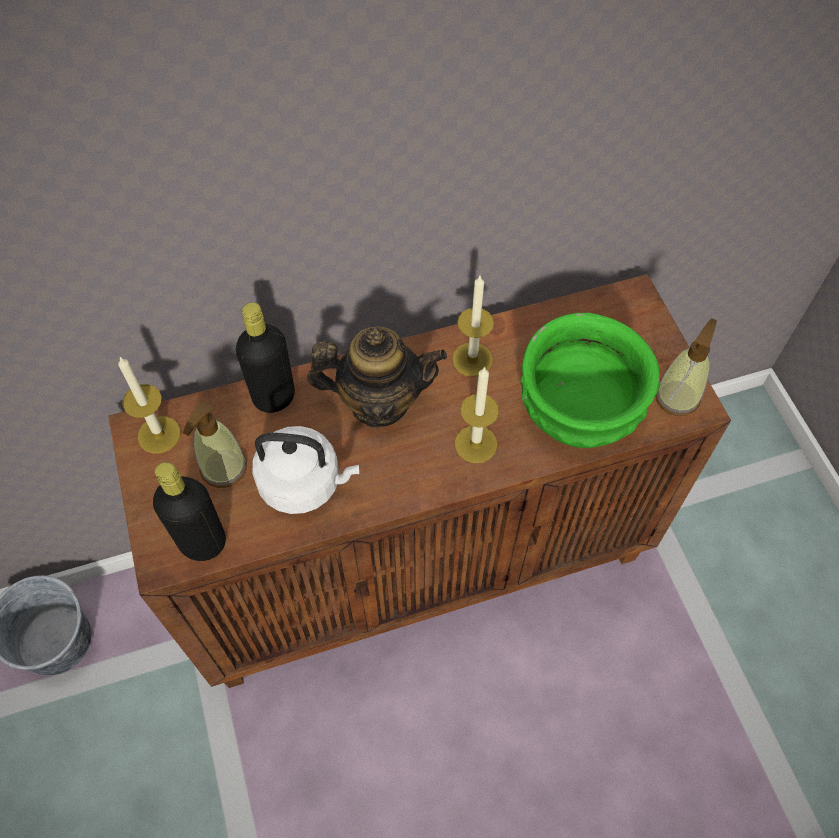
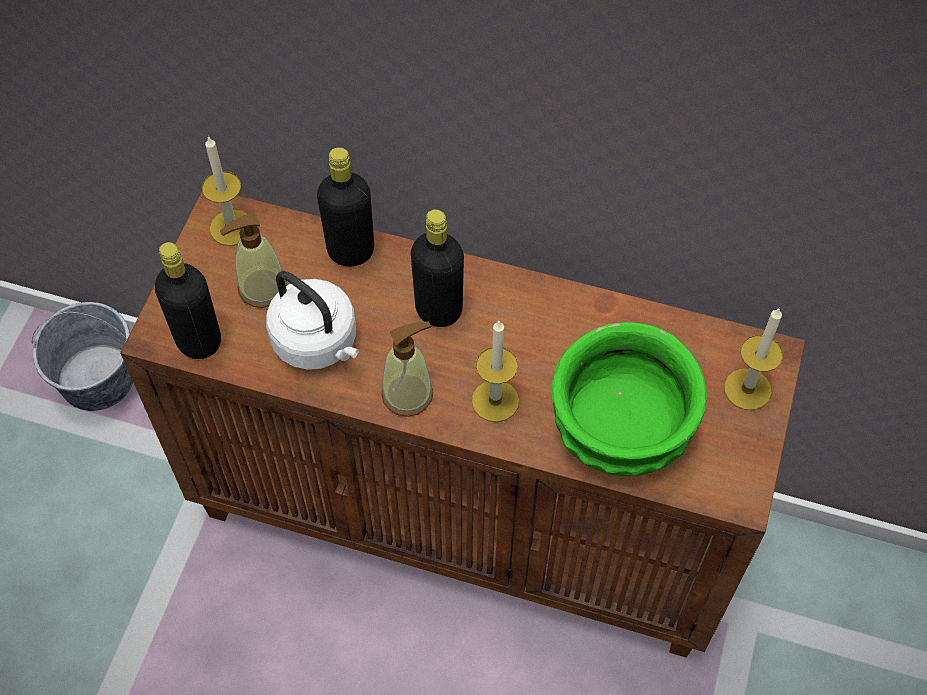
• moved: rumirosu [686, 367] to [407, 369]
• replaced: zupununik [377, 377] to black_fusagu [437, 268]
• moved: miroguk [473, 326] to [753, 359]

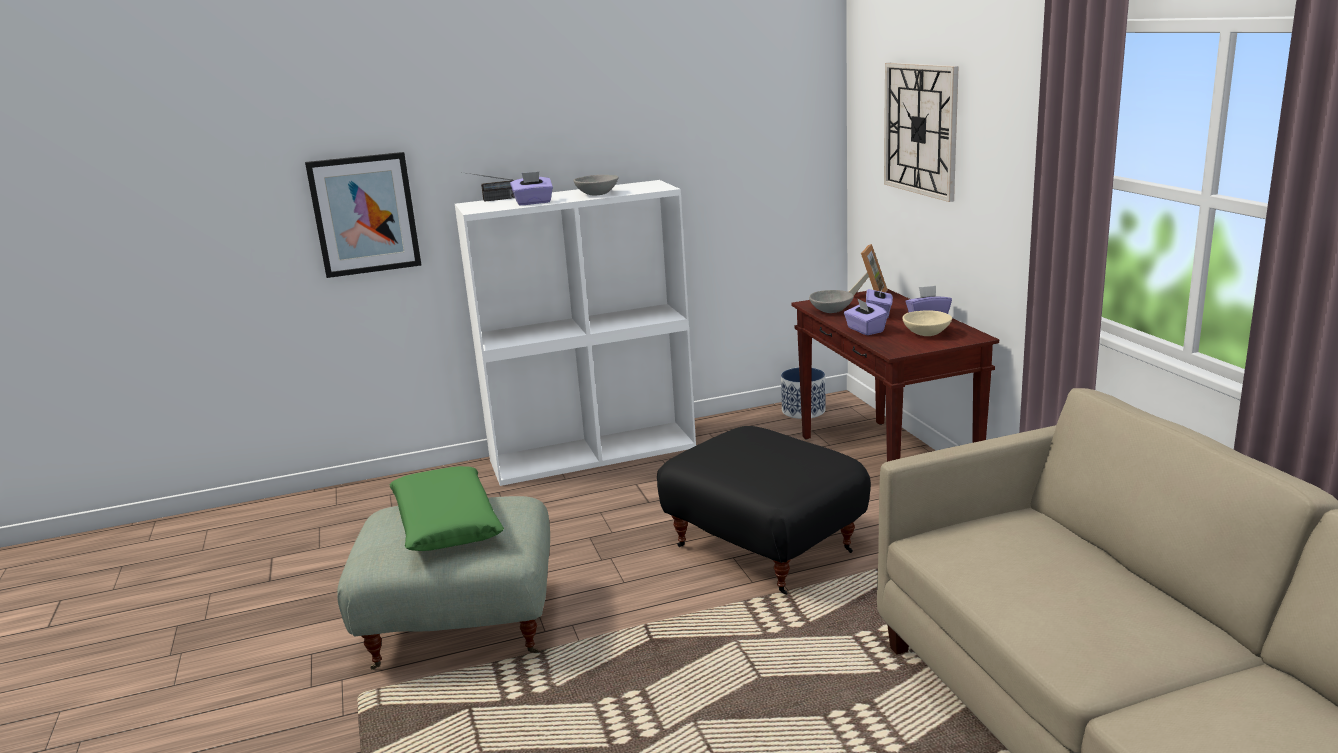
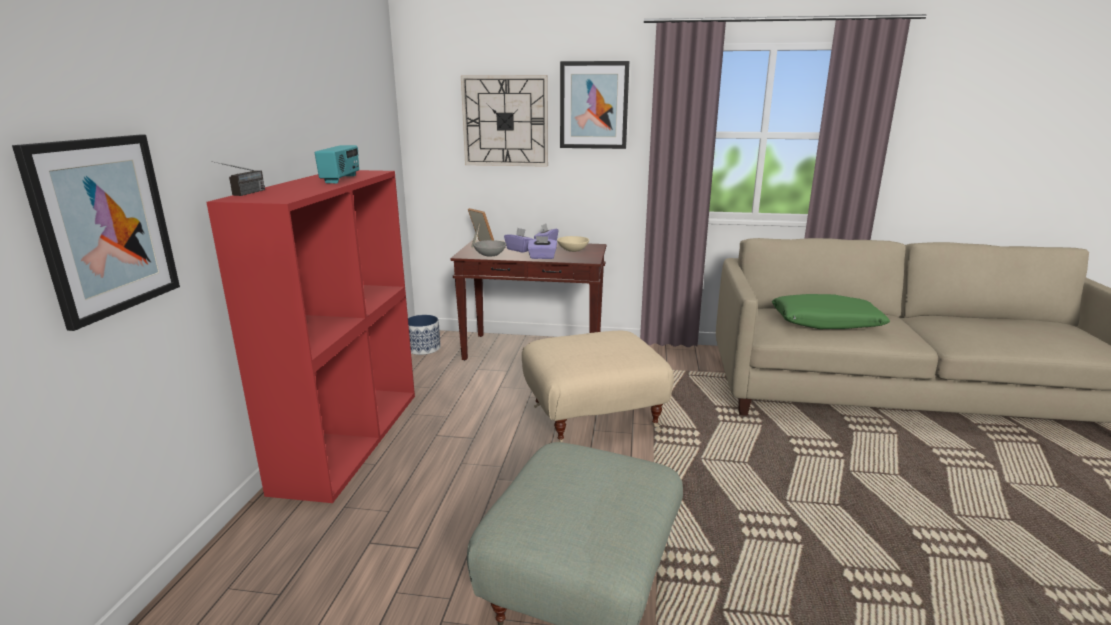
• recoloured: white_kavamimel [575, 333] to red_kavamimel [310, 336]
• replaced: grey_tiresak [595, 185] to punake [337, 164]
• recoloured: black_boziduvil [764, 510] to beige_boziduvil [598, 386]
• added: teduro [594, 105]
• moved: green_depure [447, 508] to [831, 311]
• removed: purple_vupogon [531, 188]

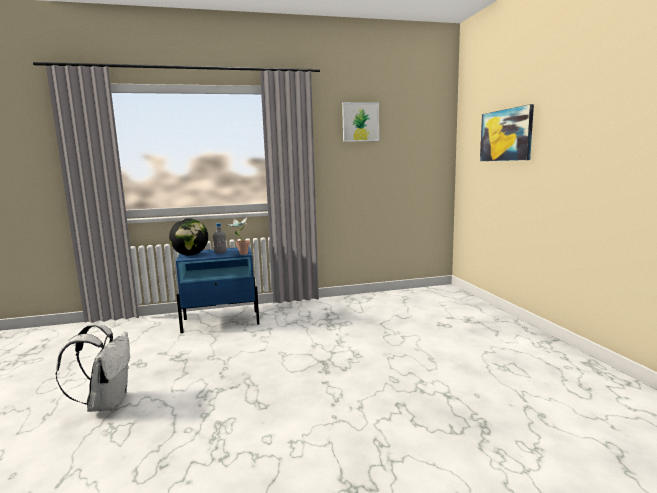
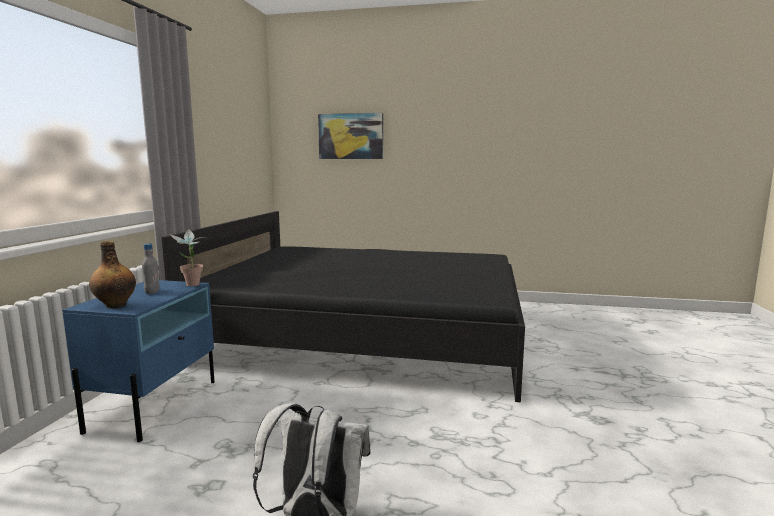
• replaced: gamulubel [188, 237] to fusagu [112, 274]
• added: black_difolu [343, 307]
• removed: teduro [360, 122]

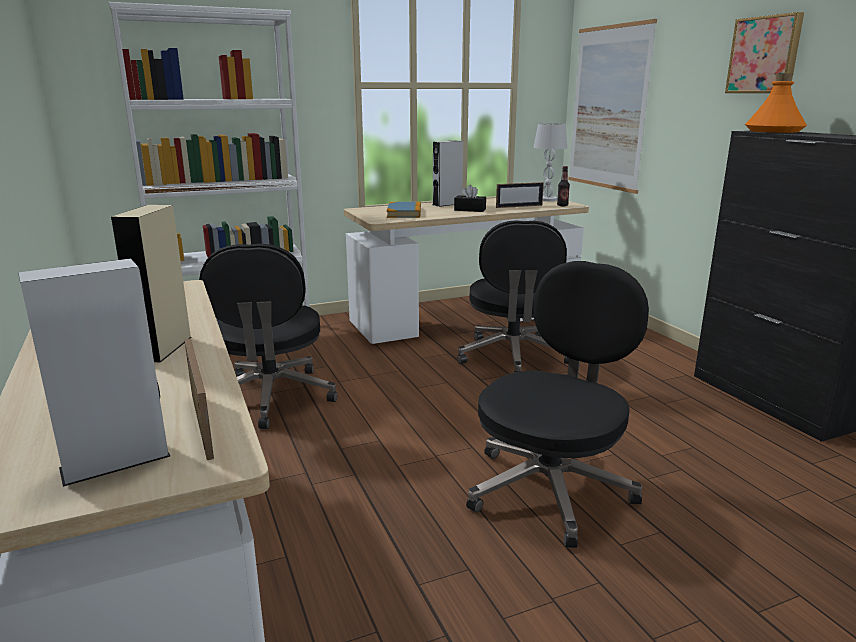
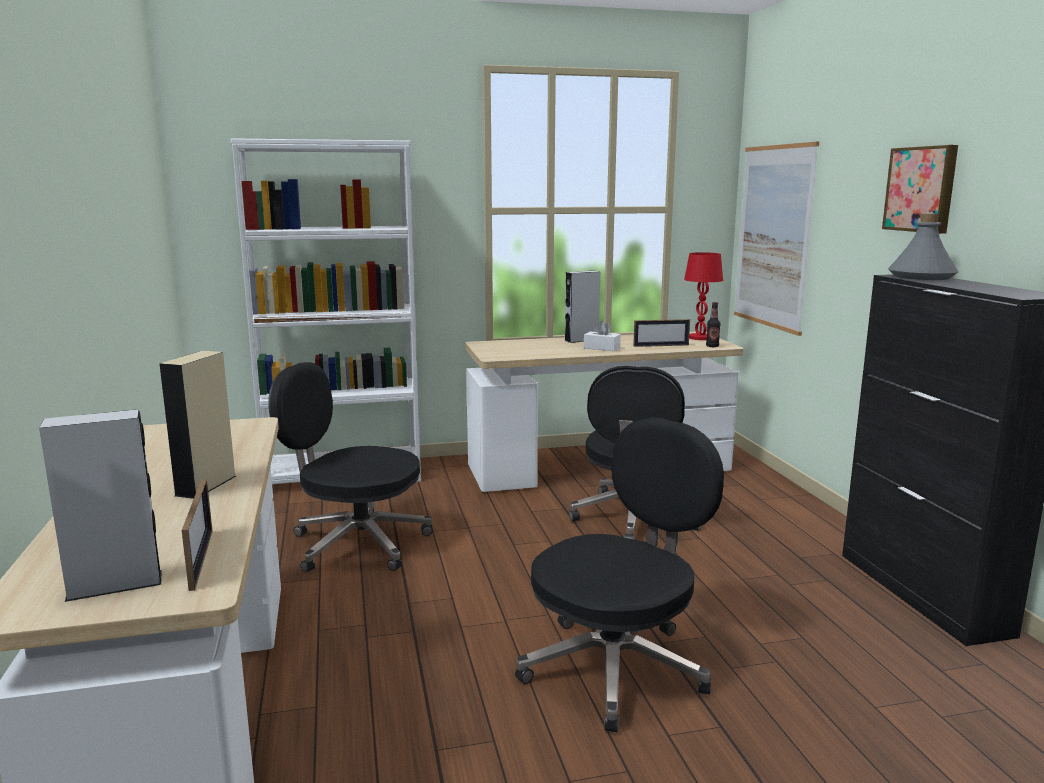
• turned: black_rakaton [268, 336] = [350, 467] 105 degrees clockwise
• recoloured: black_vupogon [470, 198] to white_vupogon [602, 336]
• recoloured: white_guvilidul [550, 162] to red_guvilidul [703, 296]
• recoloured: orange_fusagu [776, 103] to grey_fusagu [923, 246]
• removed: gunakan [404, 209]

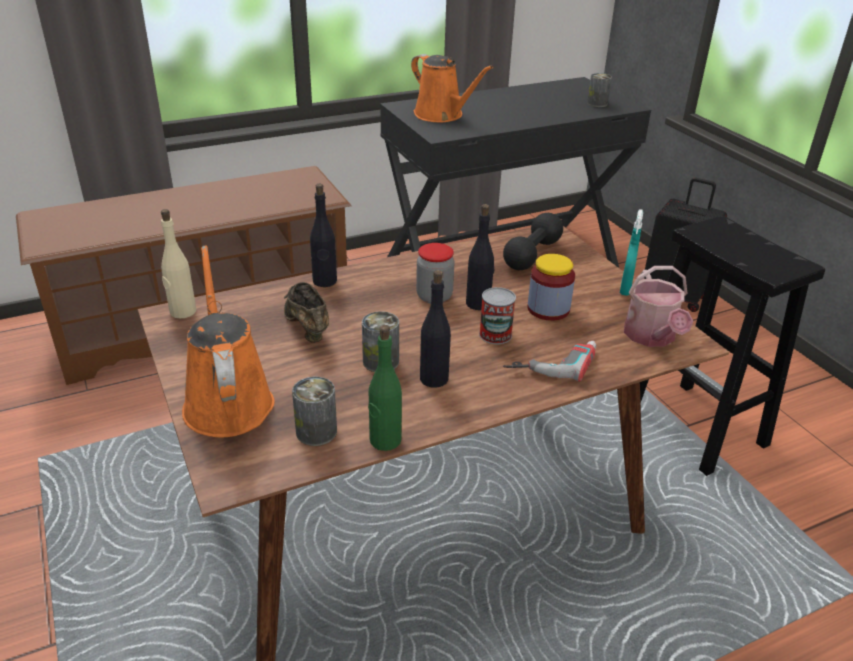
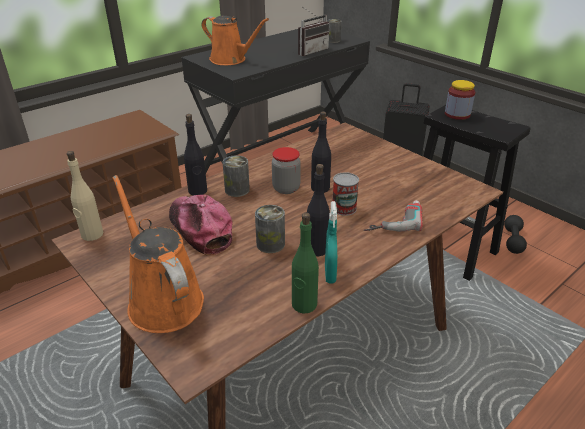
• replaced: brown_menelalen [306, 312] to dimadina [201, 225]
• moved: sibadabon [314, 411] to [236, 176]
• added: punake [314, 31]
• moved: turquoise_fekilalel [631, 252] to [331, 242]
• moved: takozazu [551, 287] to [460, 100]
• moved: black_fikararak [533, 241] to [515, 234]
• removed: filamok [658, 306]

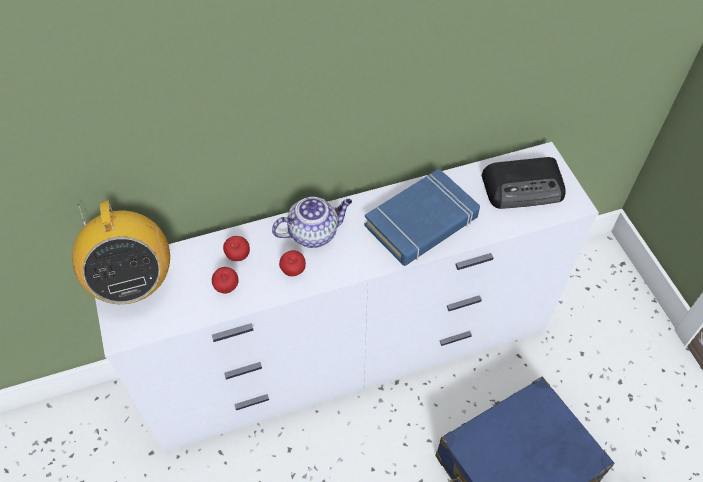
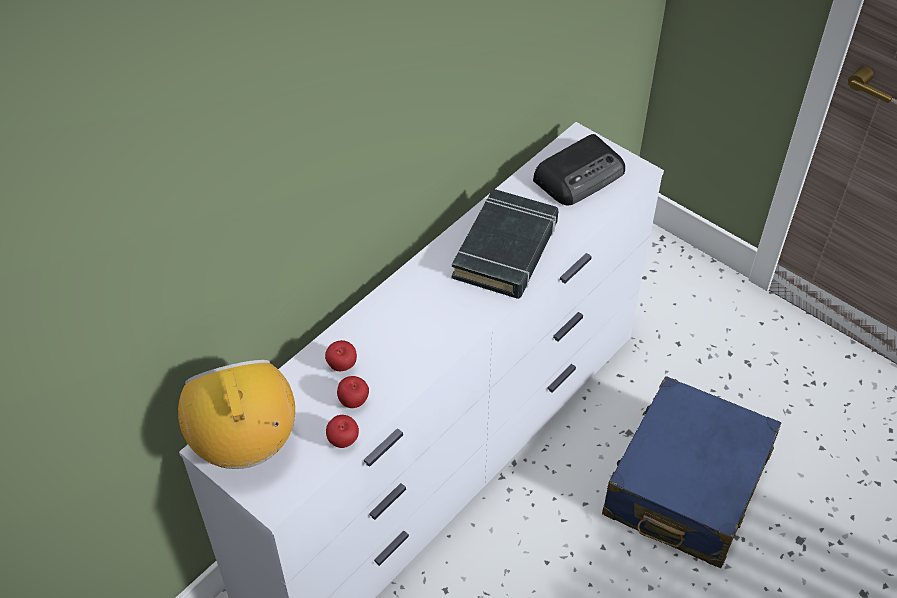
• turned: punake [121, 252] = [236, 414] 150 degrees counterclockwise
• moved: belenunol [292, 263] to [342, 431]
• recoloured: blue_gunakan [422, 217] to black_gunakan [505, 244]
• removed: zupununik [312, 222]

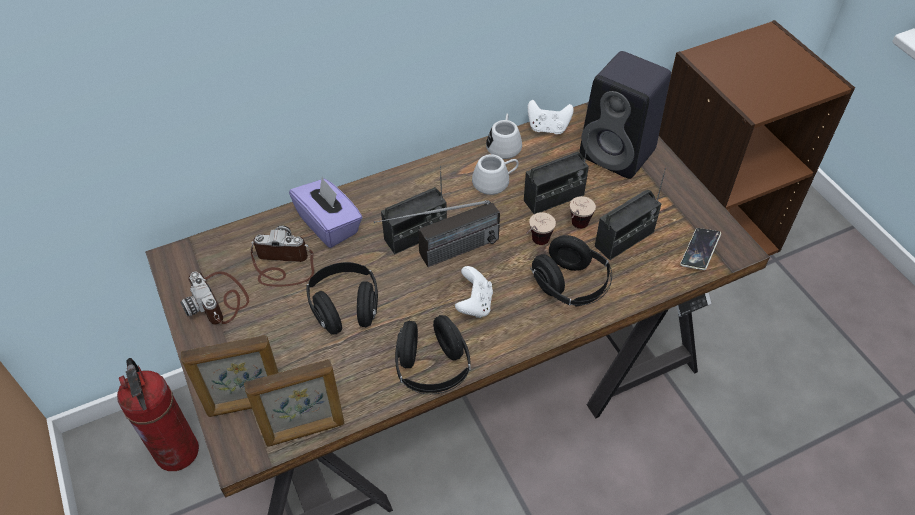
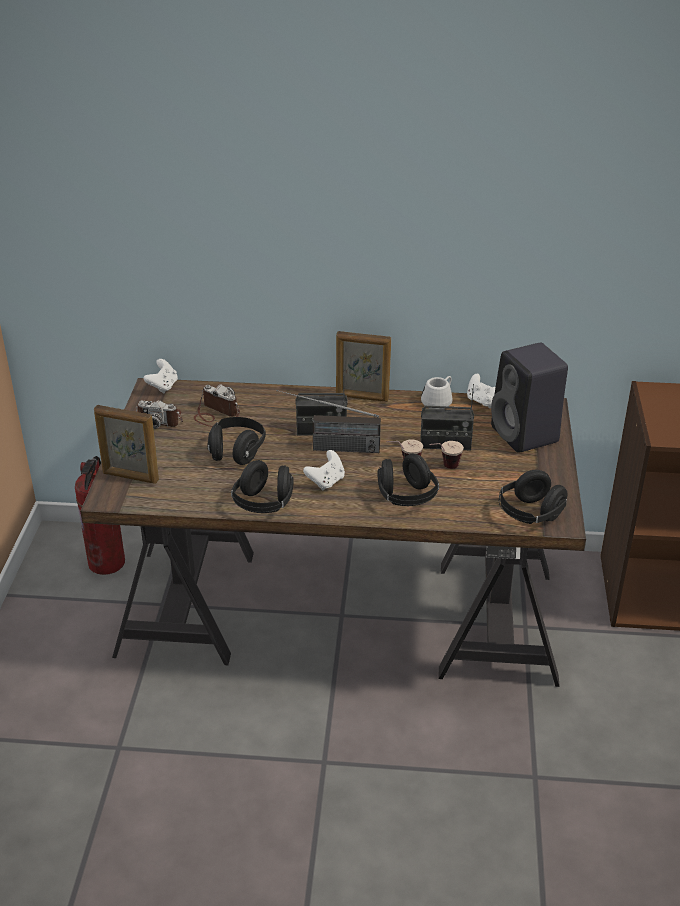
• turned: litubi [214, 297] = [159, 414] 75 degrees counterclockwise
• added: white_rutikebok [160, 376]
• moved: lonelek [294, 403] to [363, 366]
• replaced: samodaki [700, 249] to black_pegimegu [533, 497]
• removed: purple_vupogon [326, 212]
• removed: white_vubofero [495, 174]
• removed: punake [630, 214]

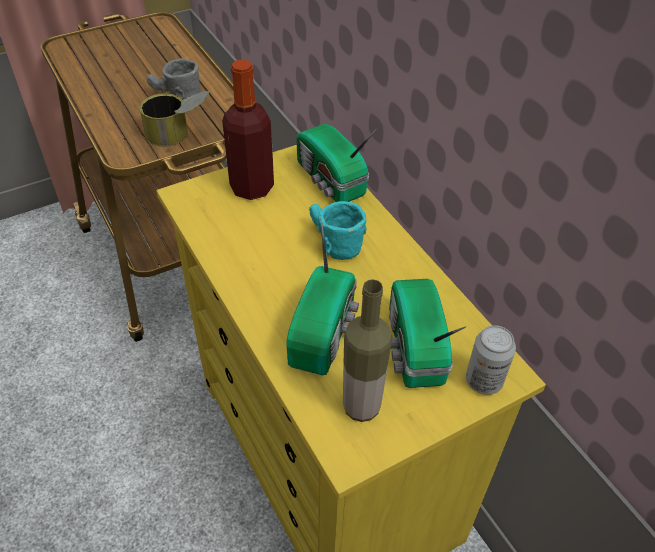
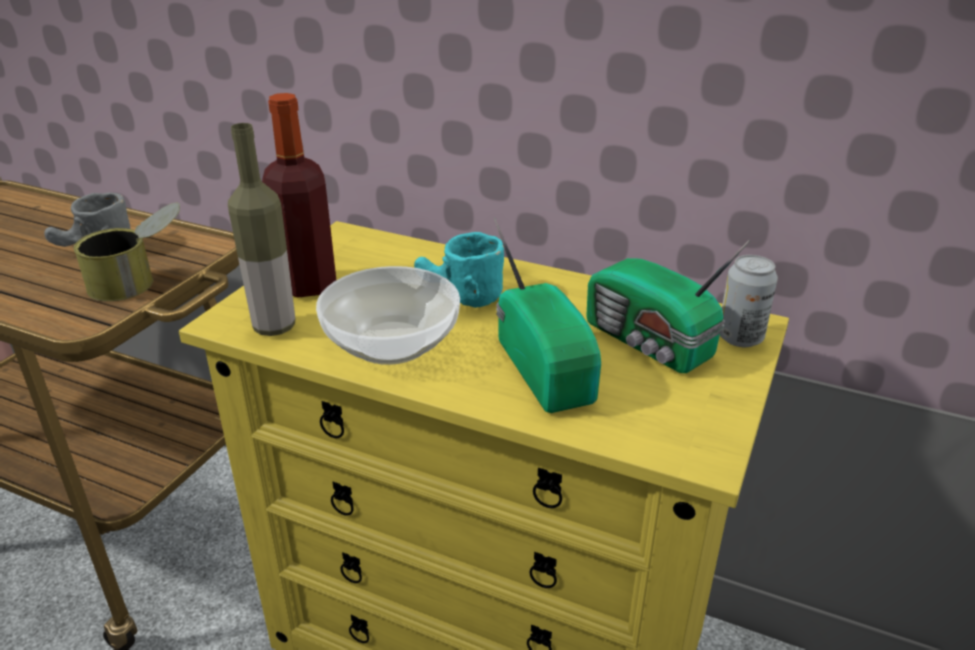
• moved: fusagu [367, 350] to [261, 229]
• added: tiresak [388, 315]
• removed: punake [336, 163]

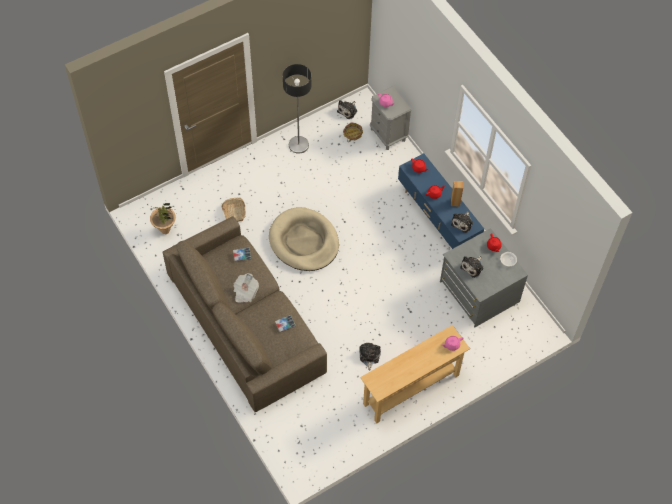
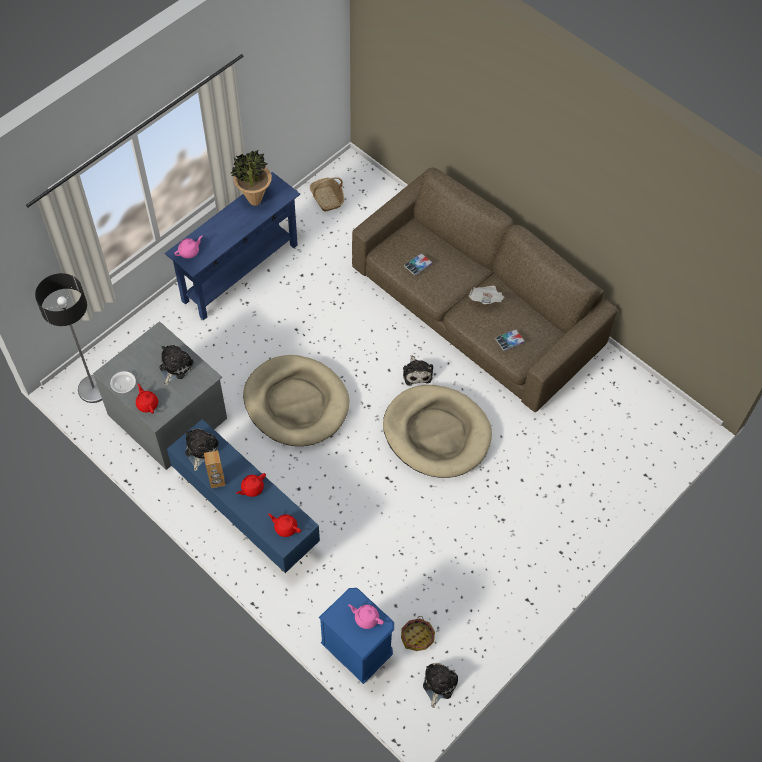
• moved: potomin [297, 109] to [68, 338]
• recoloured: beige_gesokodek [415, 374] to blue_gesokodek [232, 246]
• moved: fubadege [163, 218] to [251, 178]
• added: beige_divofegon [296, 400]
• moved: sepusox [234, 209] to [327, 194]
• recoloured: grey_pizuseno [391, 118] to blue_pizuseno [356, 636]
• moved: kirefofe [370, 356] to [418, 370]

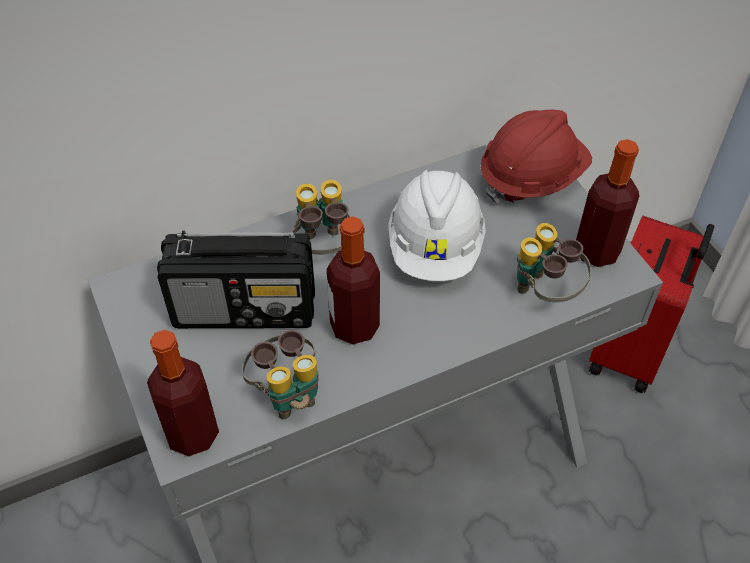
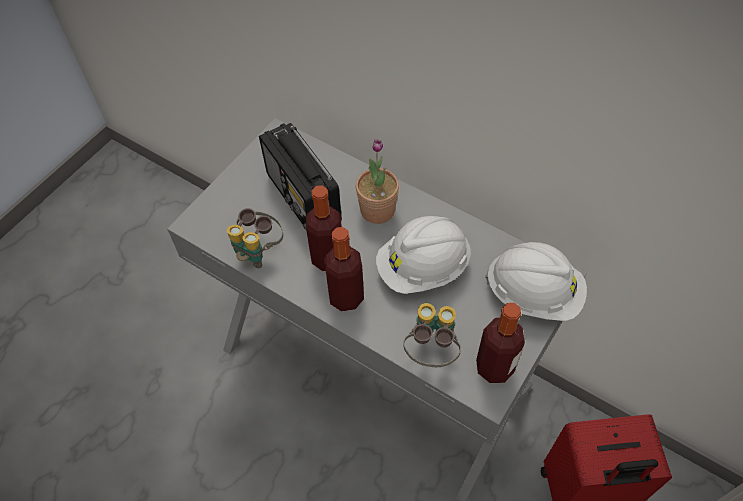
• moved: fusagu [183, 393] to [344, 269]
• replaced: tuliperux [321, 217] to fubadege [377, 181]
• recoloured: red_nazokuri [536, 157] to white_nazokuri [536, 281]

